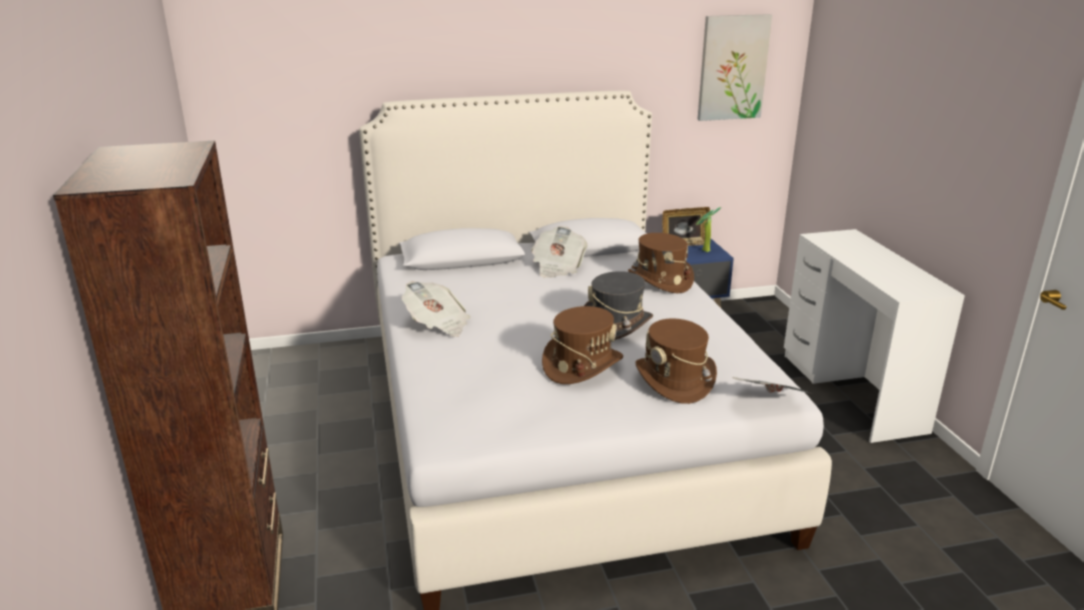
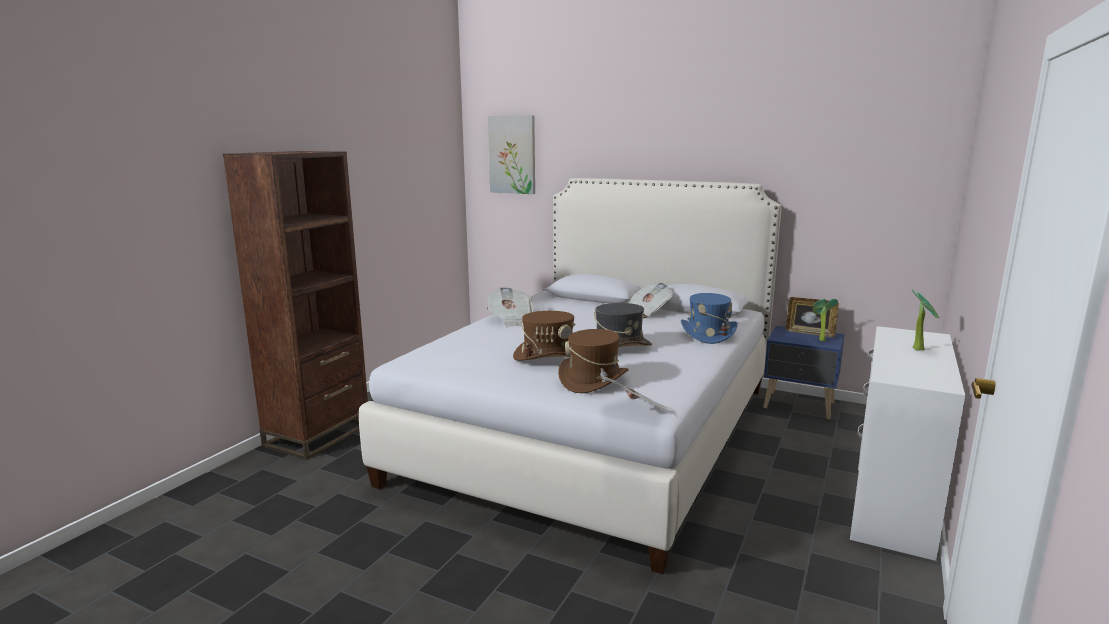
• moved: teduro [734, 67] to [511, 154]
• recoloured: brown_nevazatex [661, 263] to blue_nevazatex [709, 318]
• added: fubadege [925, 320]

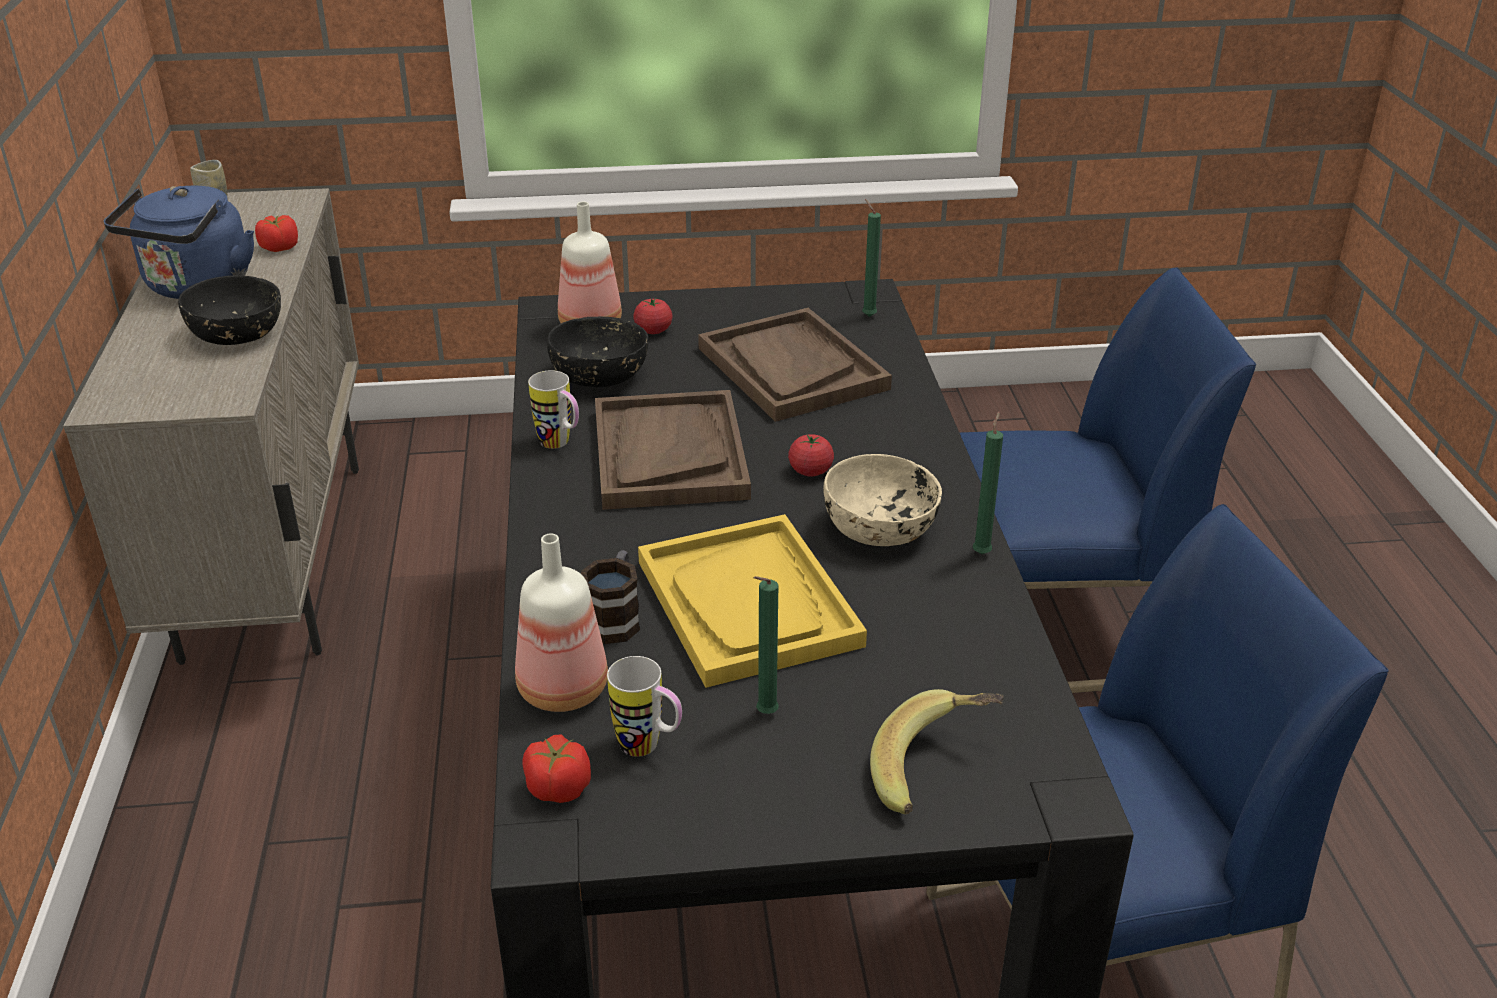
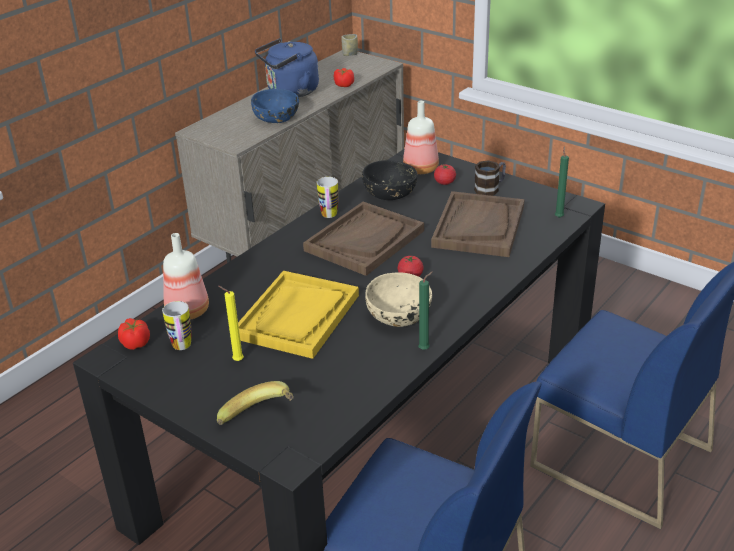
• recoloured: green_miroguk [766, 645] to yellow_miroguk [231, 323]
• recoloured: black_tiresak [229, 310] to blue_tiresak [275, 106]
• moved: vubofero [610, 597] to [490, 178]

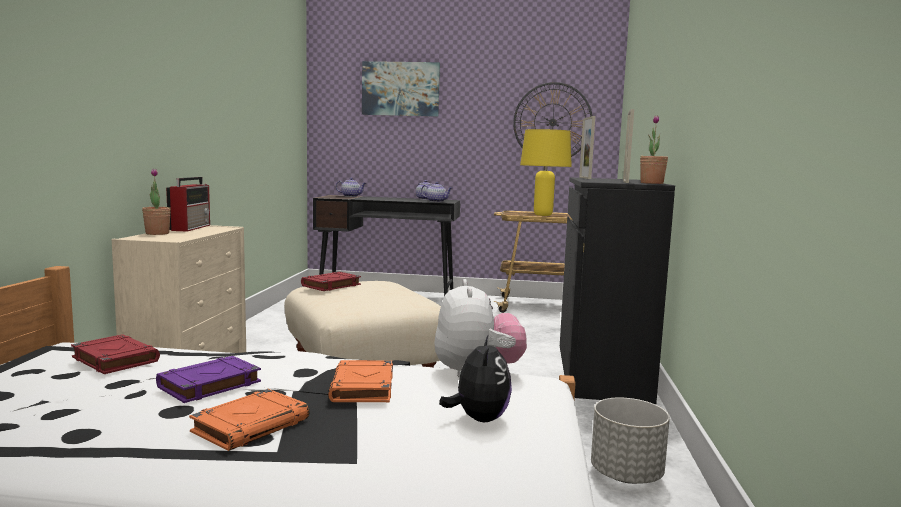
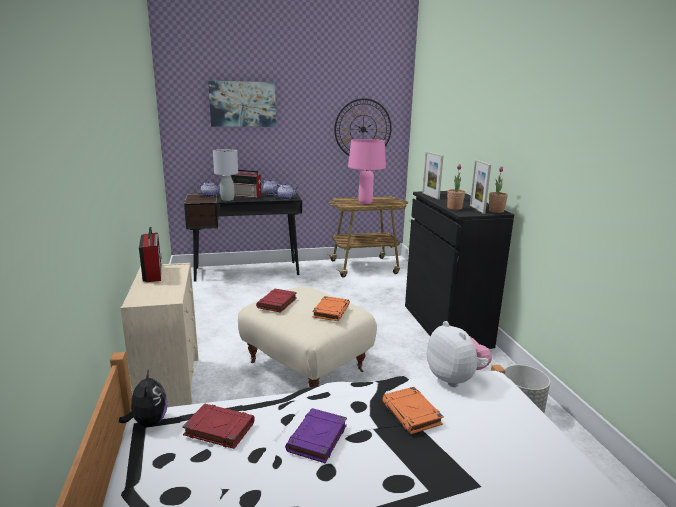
• moved: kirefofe [475, 378] to [143, 398]
• added: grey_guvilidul [225, 175]
• added: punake [246, 183]
• moved: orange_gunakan [249, 420] to [331, 308]
• recoloured: yellow_guvilidul [546, 172] to pink_guvilidul [367, 171]
• moved: fubadege [156, 201] to [456, 187]

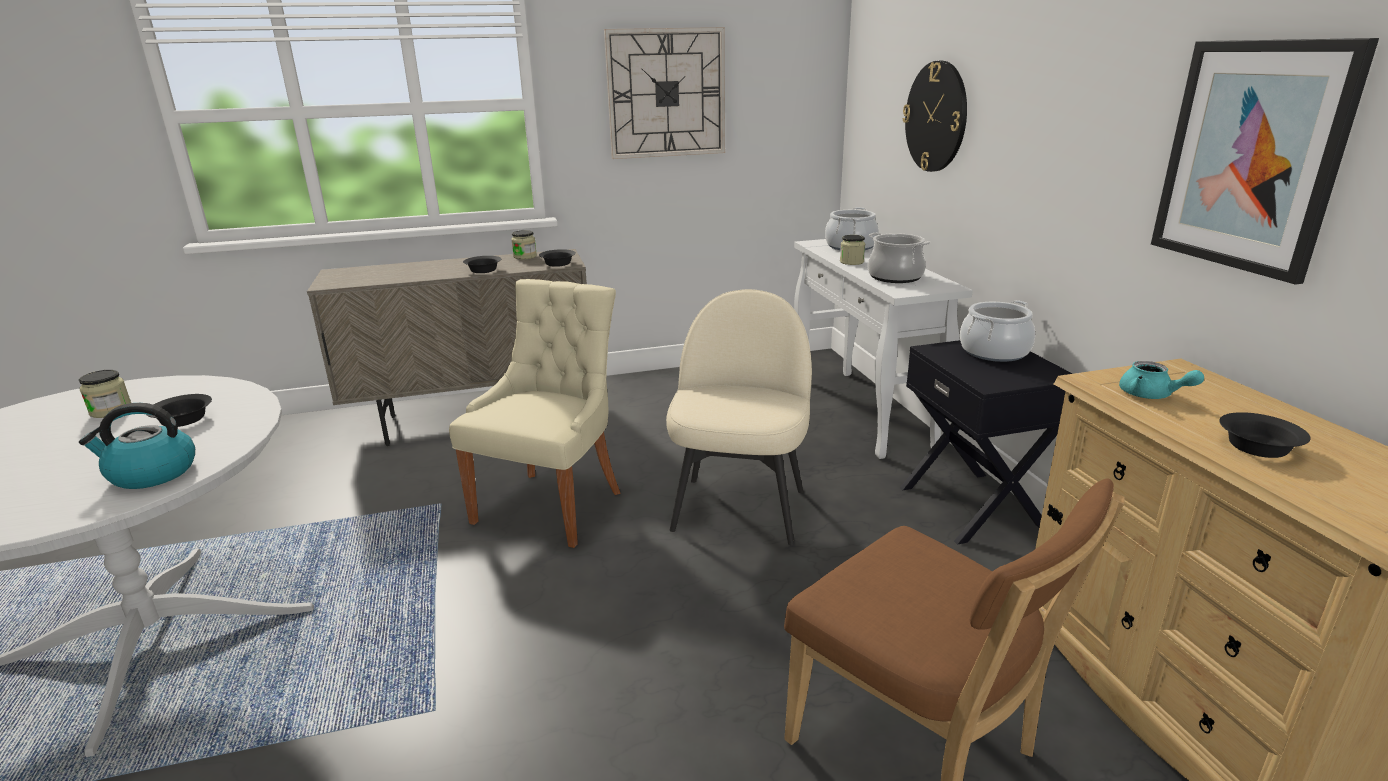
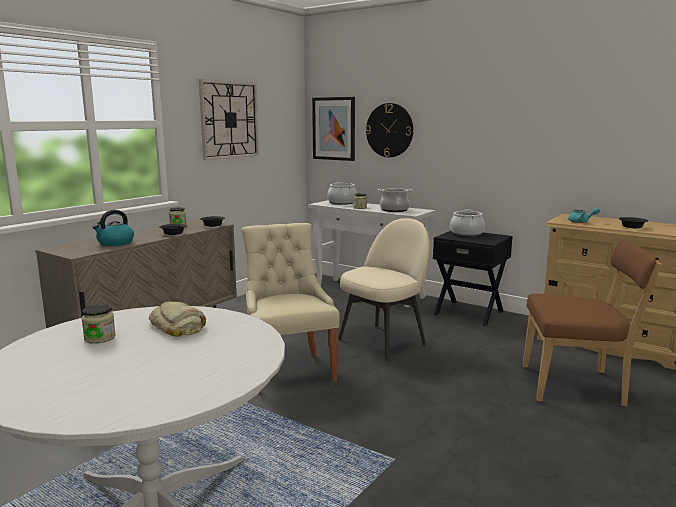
• moved: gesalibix [137, 446] to [113, 228]
• replaced: black_tiresak [179, 410] to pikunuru [177, 319]
• moved: teduro [1265, 161] to [333, 129]
• turned: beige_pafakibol [739, 417] = [383, 289] 75 degrees clockwise

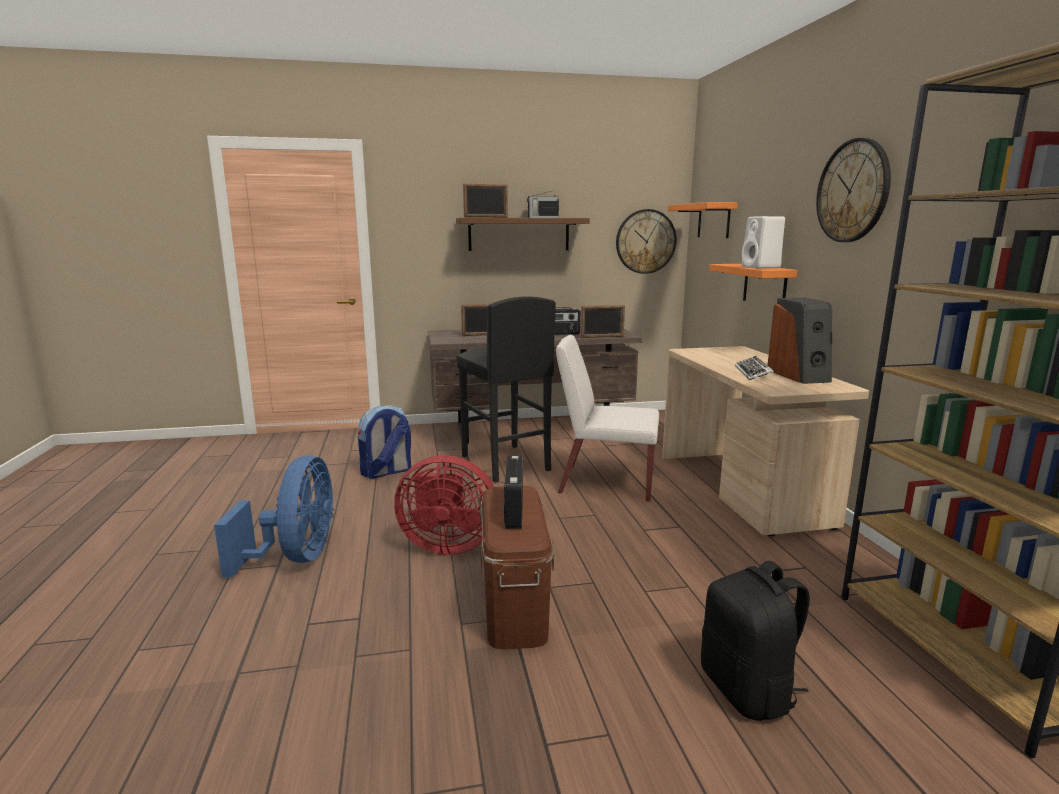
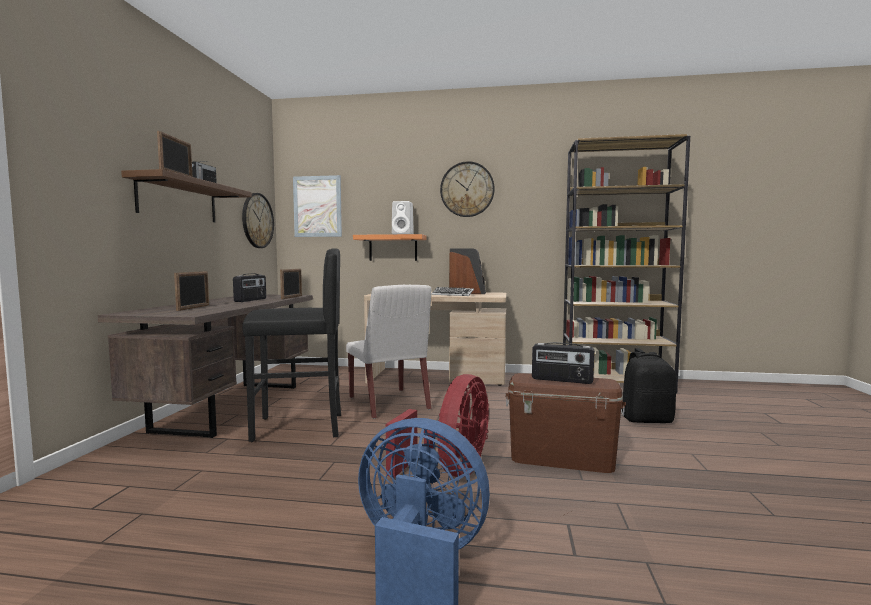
• replaced: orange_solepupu [703, 220] to teduro [317, 206]
• turned: white_pafakibol [607, 418] = [388, 352] 60 degrees counterclockwise
• removed: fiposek [384, 442]

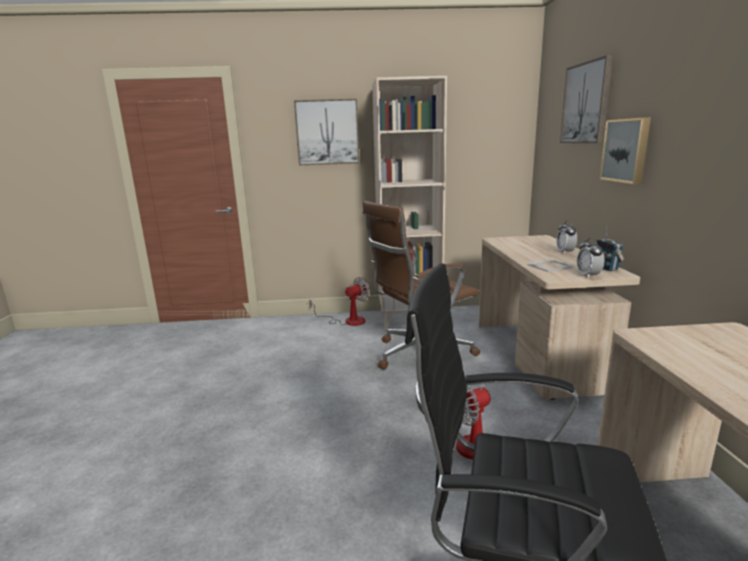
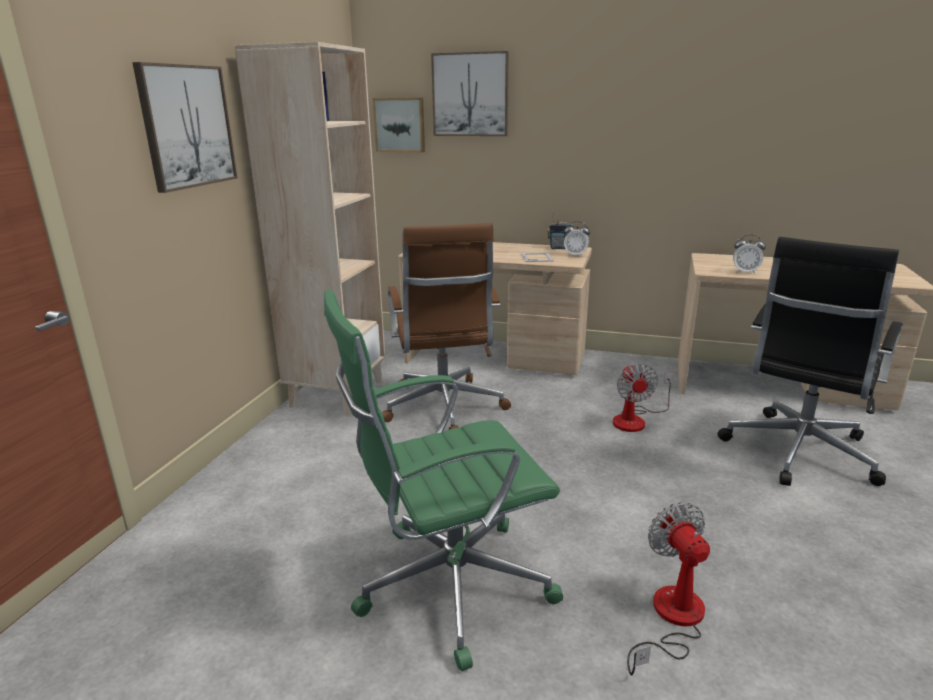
• added: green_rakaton [443, 480]
• moved: teduro [625, 150] to [399, 125]
• moved: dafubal [339, 301] to [668, 589]
• moved: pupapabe [566, 237] to [749, 254]

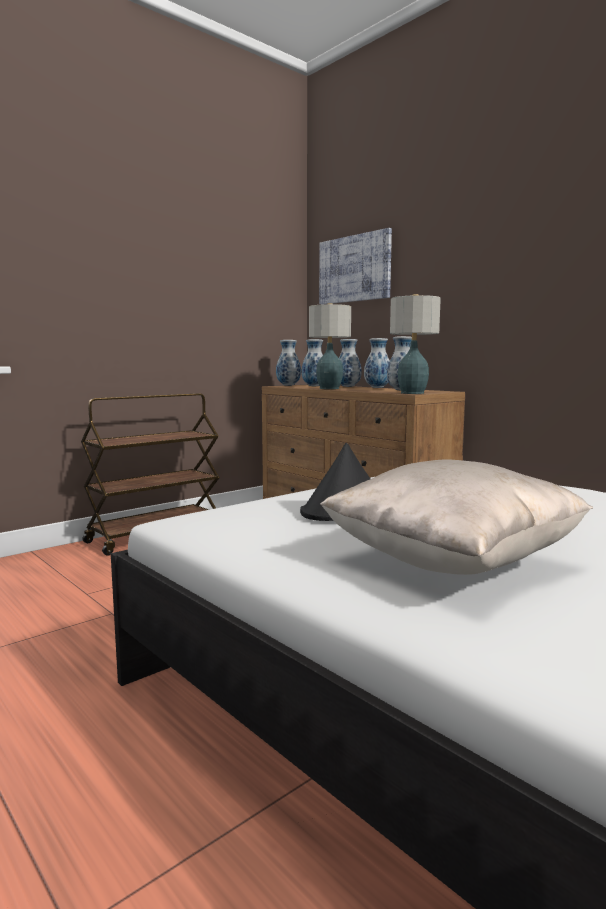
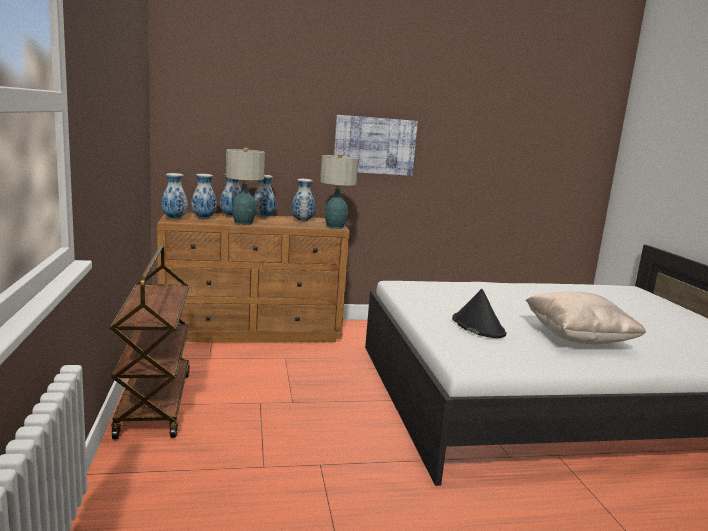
• moved: teduro [355, 266] to [376, 145]

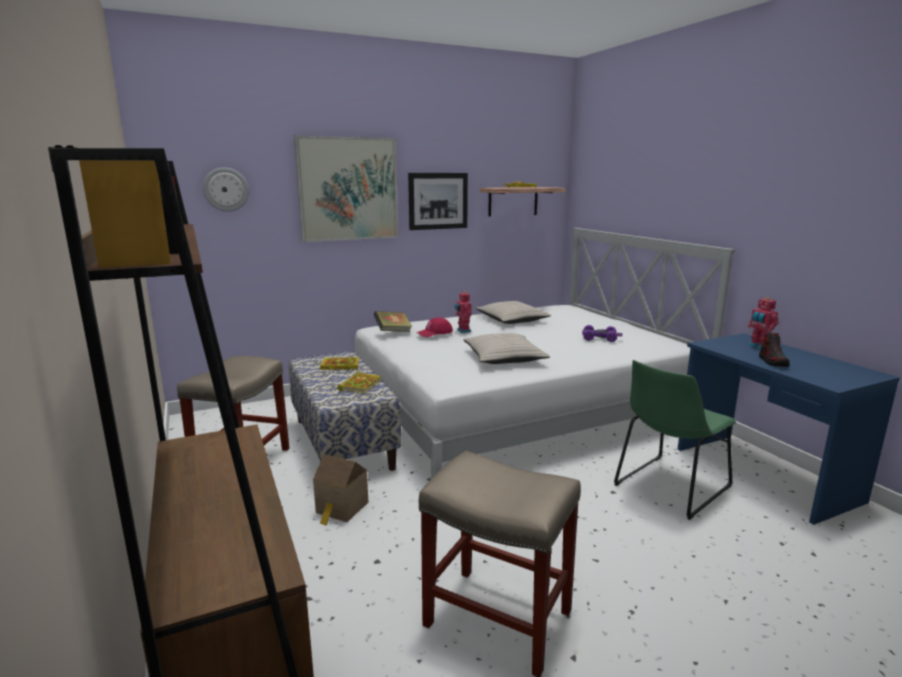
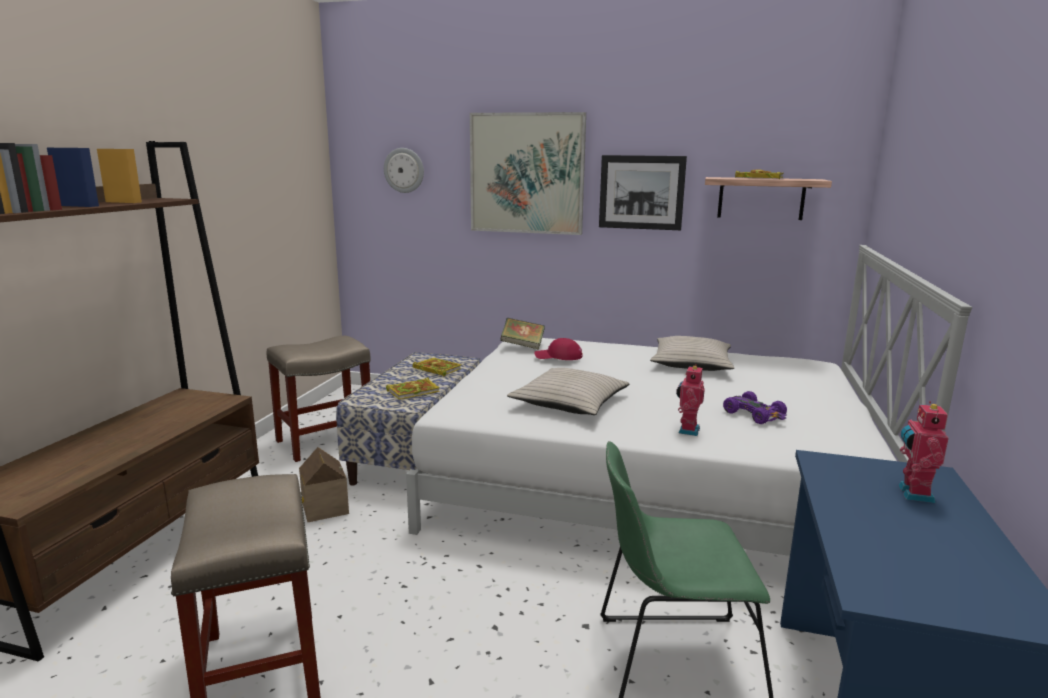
• moved: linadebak [463, 312] to [690, 400]
• removed: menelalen [774, 350]

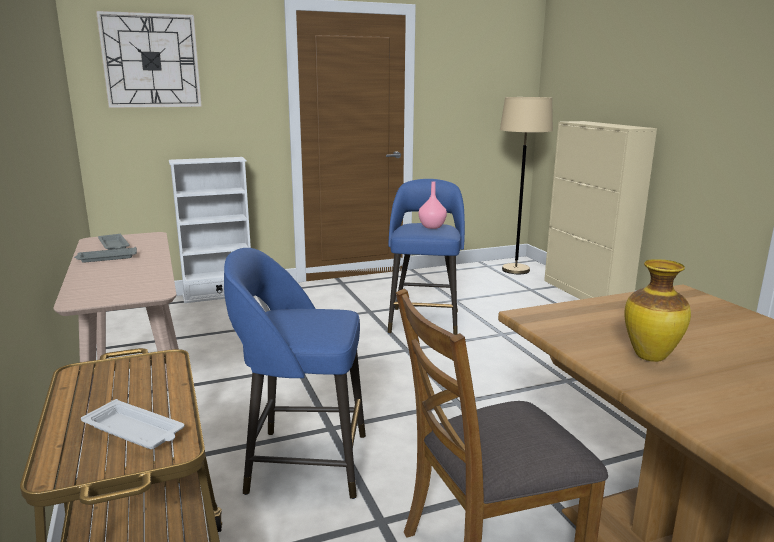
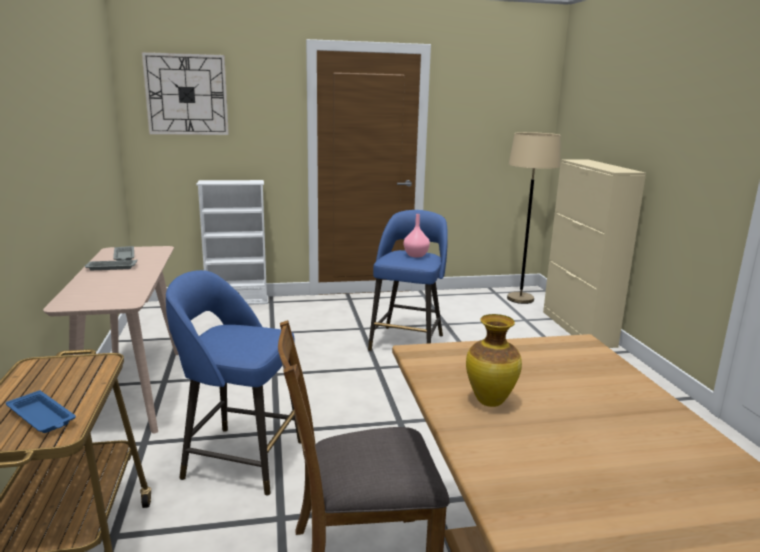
• recoloured: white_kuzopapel [132, 424] to blue_kuzopapel [41, 411]

